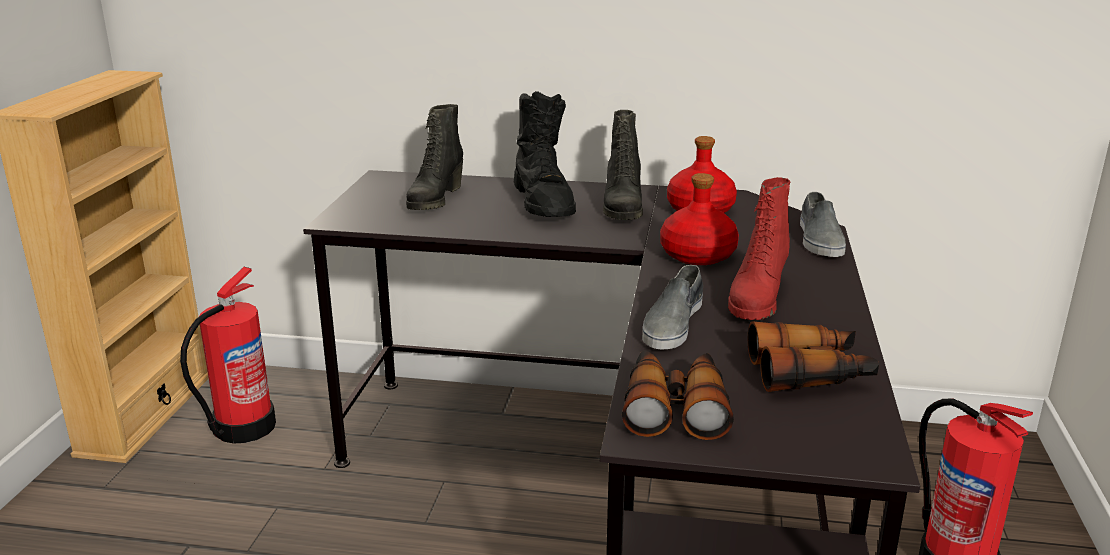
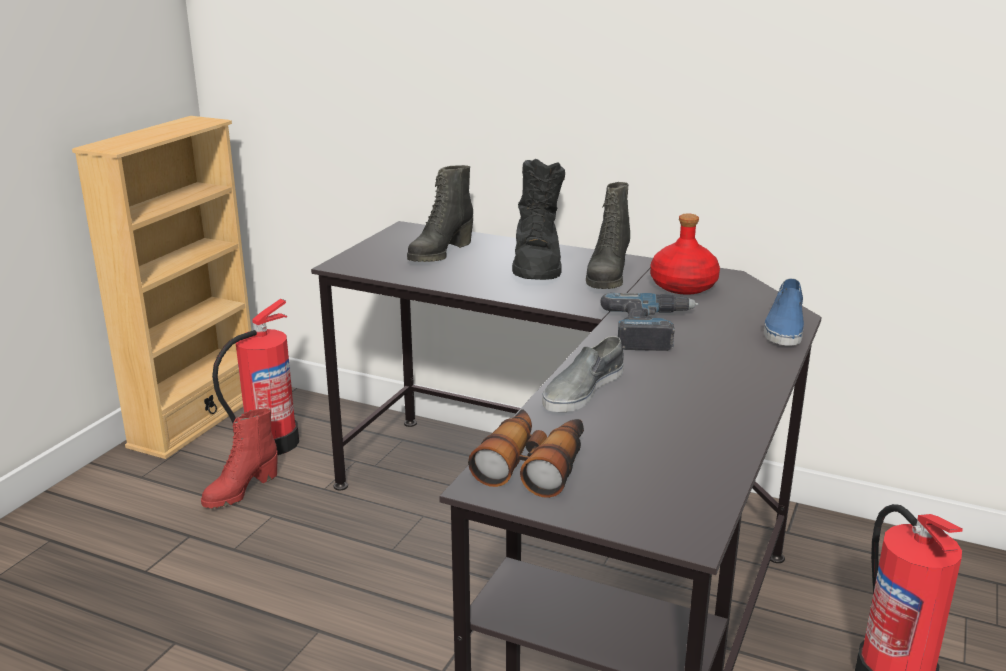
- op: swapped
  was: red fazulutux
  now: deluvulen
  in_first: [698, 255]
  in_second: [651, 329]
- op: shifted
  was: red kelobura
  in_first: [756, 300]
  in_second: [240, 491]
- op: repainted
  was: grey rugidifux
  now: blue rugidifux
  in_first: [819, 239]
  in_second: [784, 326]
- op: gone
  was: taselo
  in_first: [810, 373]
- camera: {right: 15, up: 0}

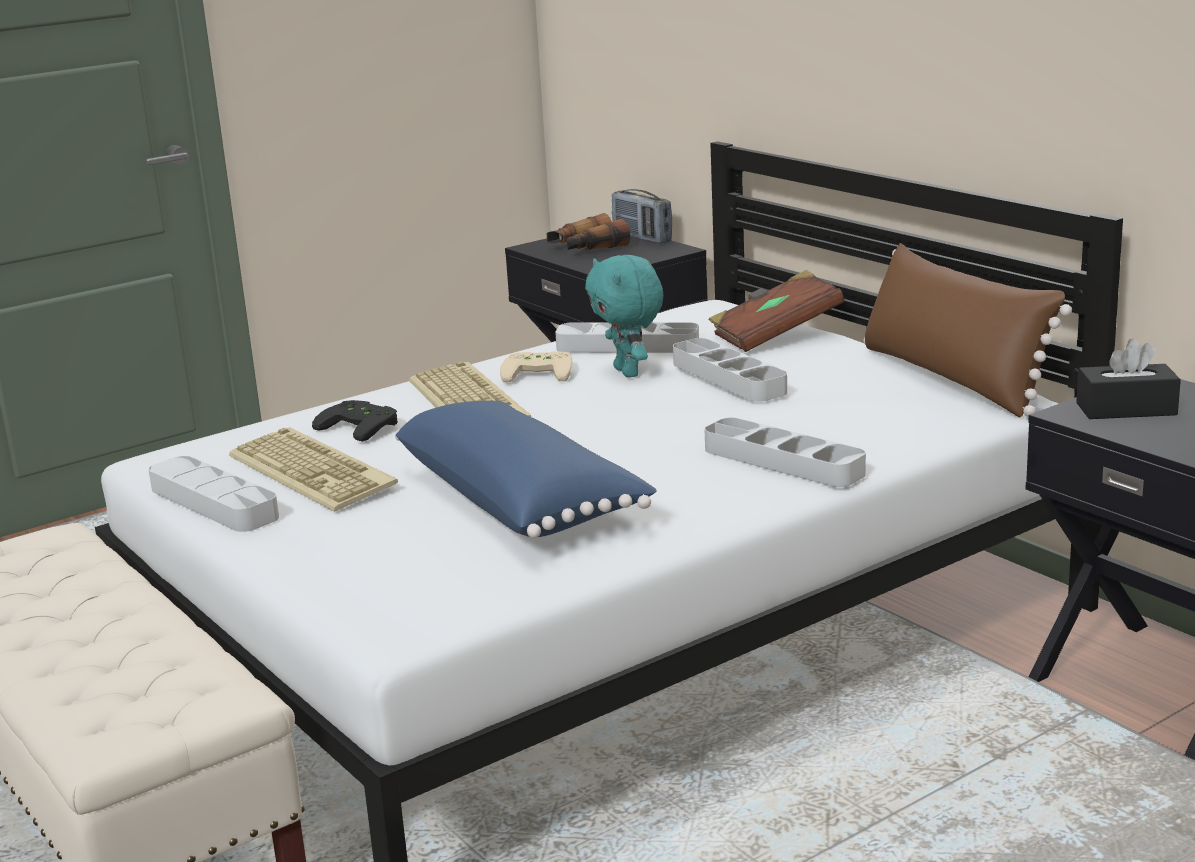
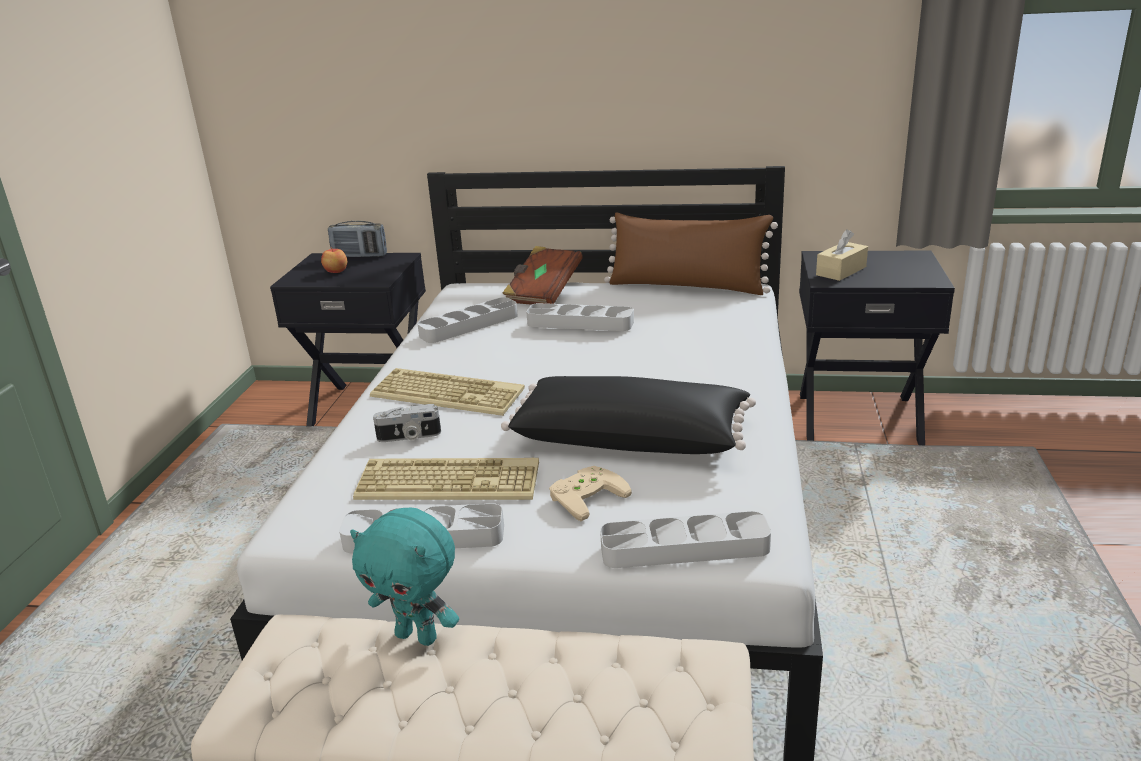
- op: swapped
  was: taselo
  now: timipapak
  in_first: [586, 248]
  in_second: [336, 271]
- op: shifted
  was: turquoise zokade
  in_first: [629, 372]
  in_second: [418, 636]
- op: repainted
  was: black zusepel
  now: beige zusepel
  in_first: [1126, 409]
  in_second: [841, 271]
- op: shifted
  was: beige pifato
  in_first: [539, 372]
  in_second: [585, 495]
- op: swapped
  was: black pifato
  now: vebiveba
  in_first: [362, 425]
  in_second: [409, 437]
- op: repainted
  was: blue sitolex
  now: black sitolex
  in_first: [521, 501]
  in_second: [631, 438]
- op: shifted
  was: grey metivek
  in_first: [783, 461]
  in_second: [684, 548]
- camera: {right: -45, up: 5}

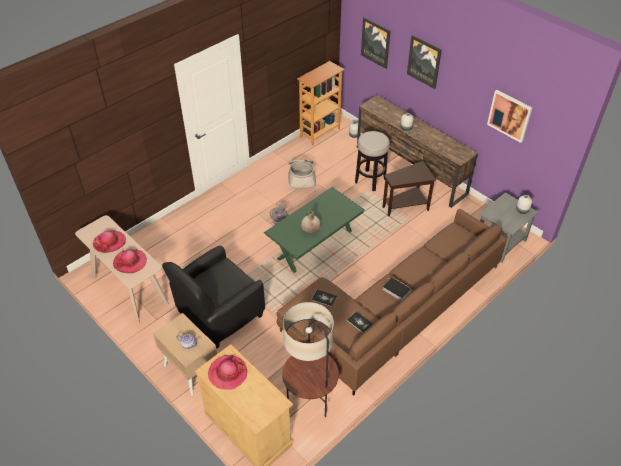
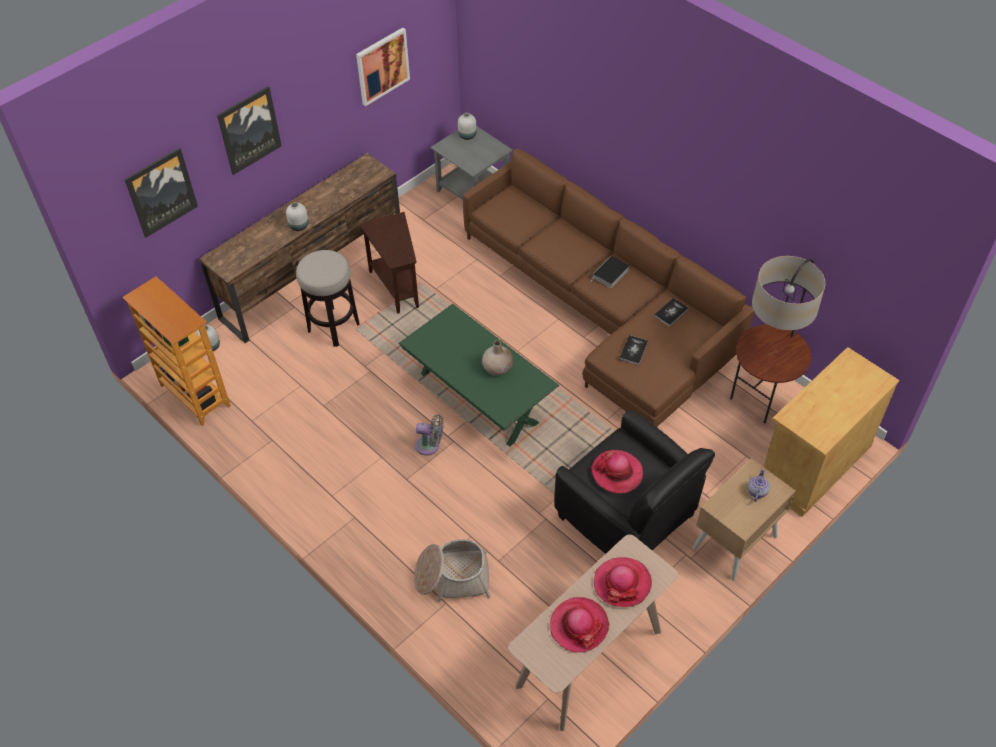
- op: shifted
  was: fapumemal
  in_first: [302, 178]
  in_second: [452, 577]
- op: shifted
  was: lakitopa
  in_first: [227, 373]
  in_second: [617, 473]
- camera: {right: -90, up: 5}

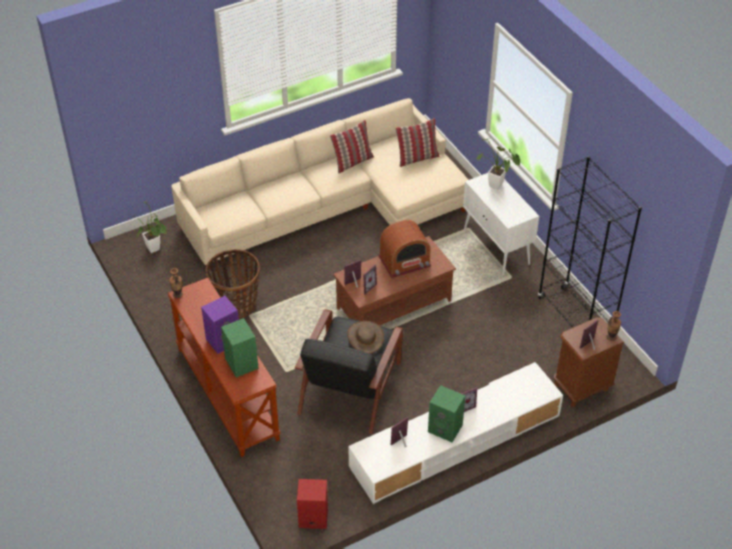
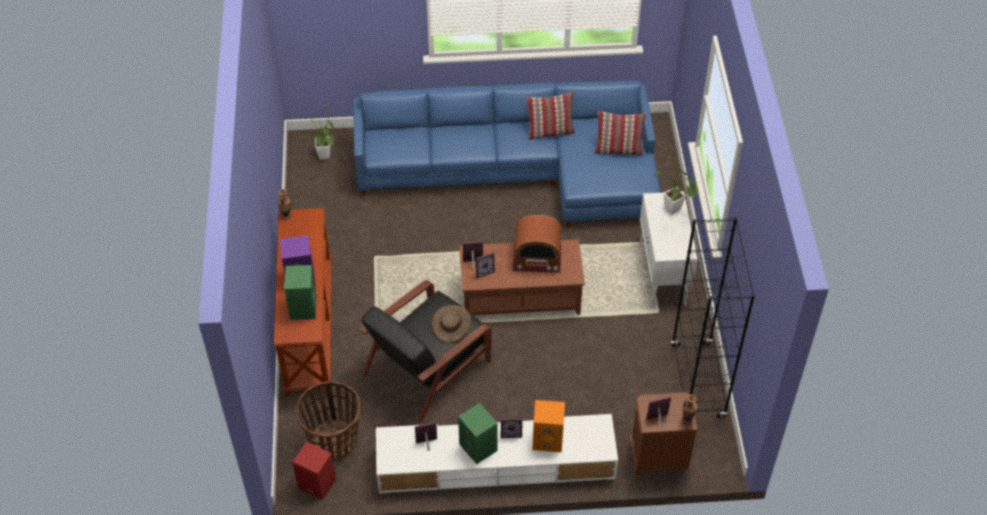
- op: repainted
  was: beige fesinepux
  now: blue fesinepux
  in_first: [331, 205]
  in_second: [520, 169]
- op: shifted
  was: fapumemal
  in_first: [236, 304]
  in_second: [333, 441]
- op: new
  now: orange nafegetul
  in_second: [548, 439]
- camera: {right: 25, up: 5}

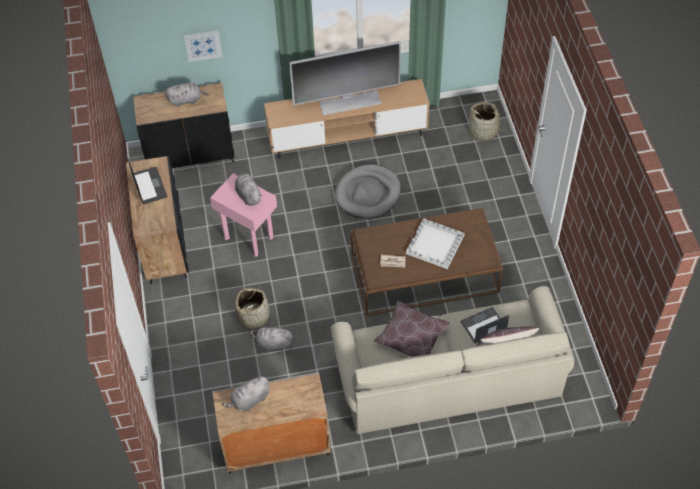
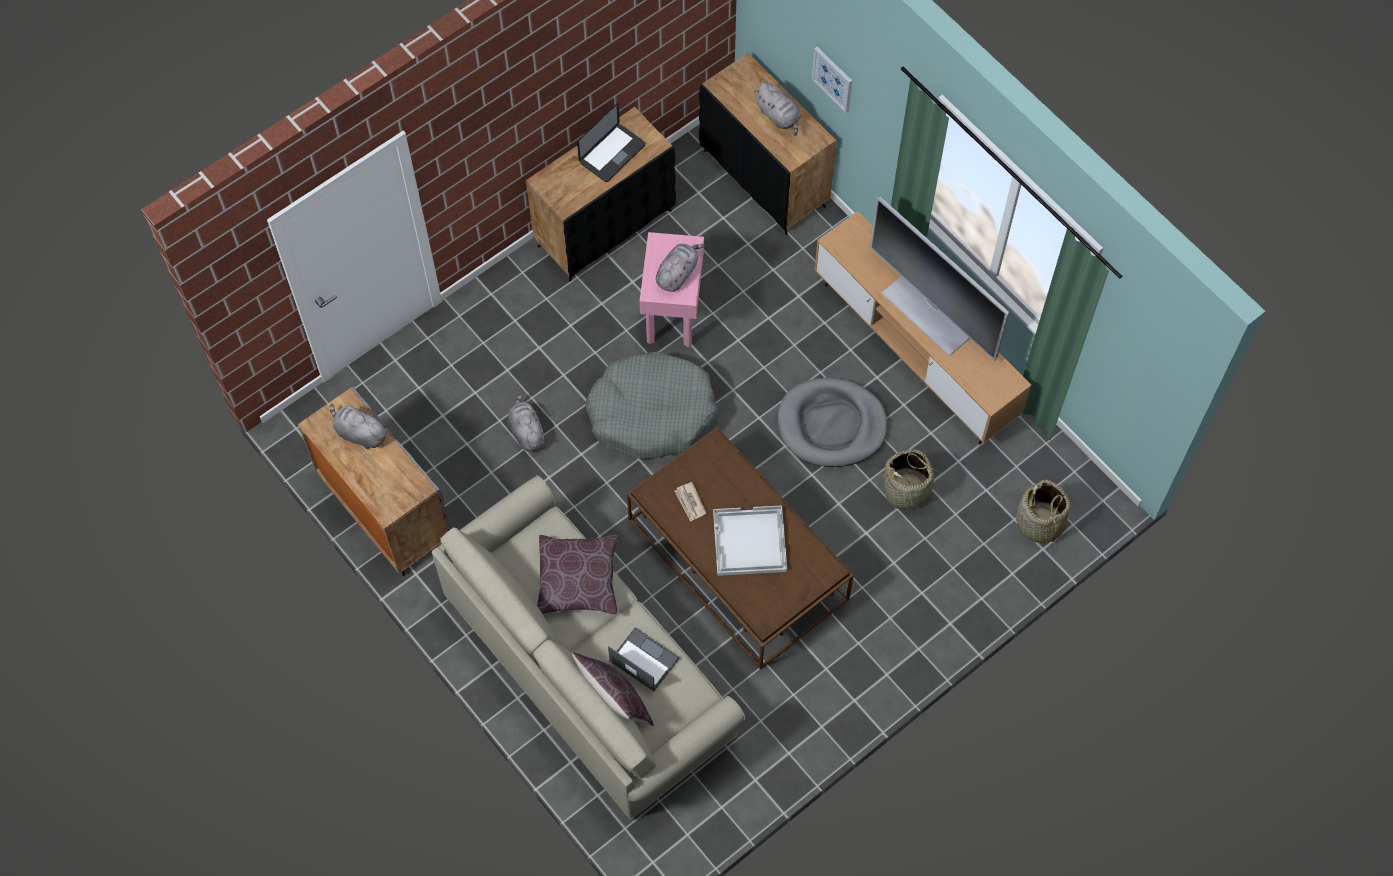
- op: shifted
  was: fapumemal
  in_first: [254, 317]
  in_second: [907, 490]
- op: new
  now: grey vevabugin
  in_second: [652, 414]
- camera: {right: 60, up: 10}

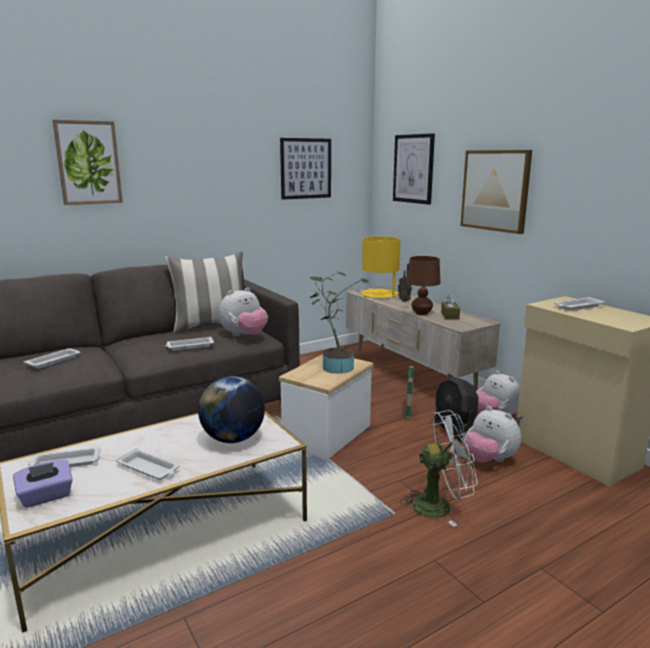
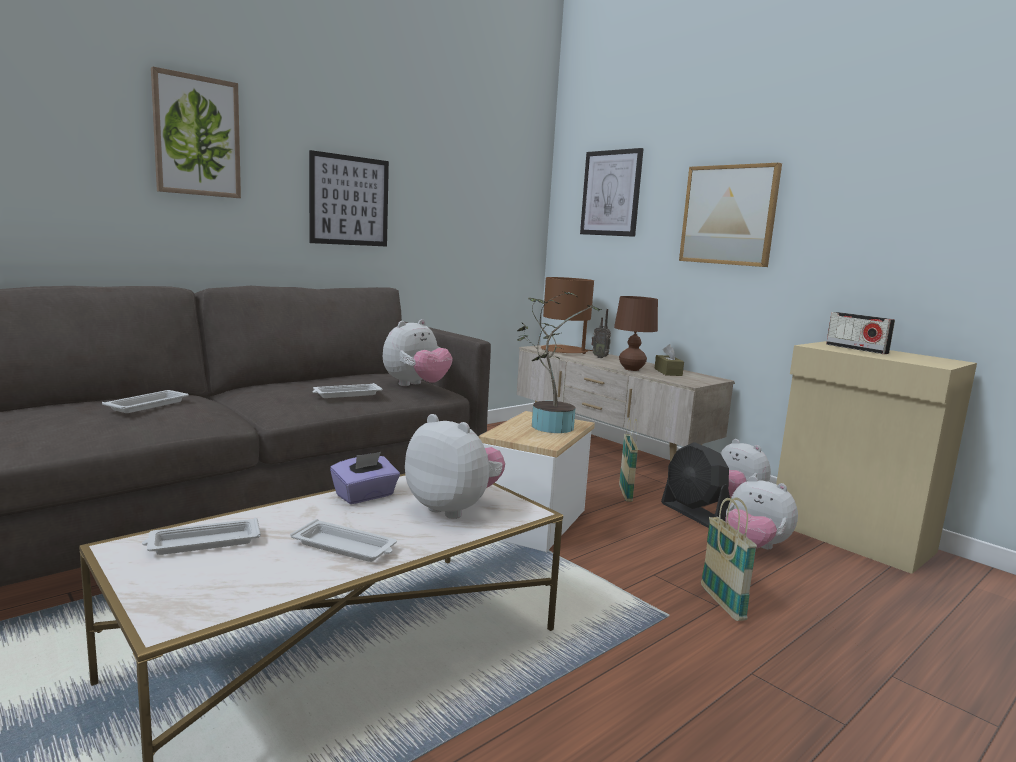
- op: shifted
  was: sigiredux
  in_first: [306, 168]
  in_second: [349, 201]
- op: repainted
  was: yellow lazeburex
  now: brown lazeburex
  in_first: [379, 295]
  in_second: [564, 351]
- op: gone
  was: sitolex
  in_first: [211, 326]
- op: swapped
  was: white metivek
  now: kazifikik
  in_first: [577, 307]
  in_second: [856, 349]
- op: swapped
  was: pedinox
  now: zokade
  in_first: [233, 439]
  in_second: [454, 508]
- op: swapped
  was: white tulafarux
  now: fapumemal
  in_first: [440, 505]
  in_second: [722, 603]
- op: shifted
  was: purple zusepel
  in_first: [46, 497]
  in_second: [365, 496]
- camera: {right: -10, up: -5}

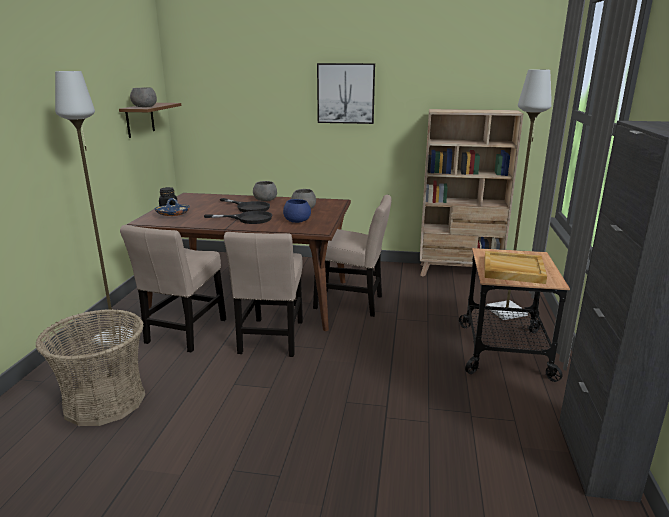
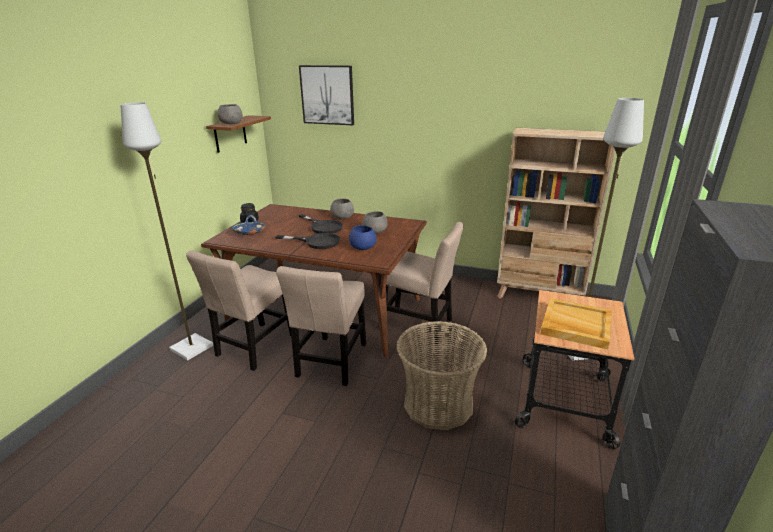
- op: shifted
  was: sigiredux
  in_first: [346, 93]
  in_second: [327, 95]
- op: shifted
  was: fapumemal
  in_first: [104, 401]
  in_second: [438, 404]
- camera: {right: 10, up: 5}

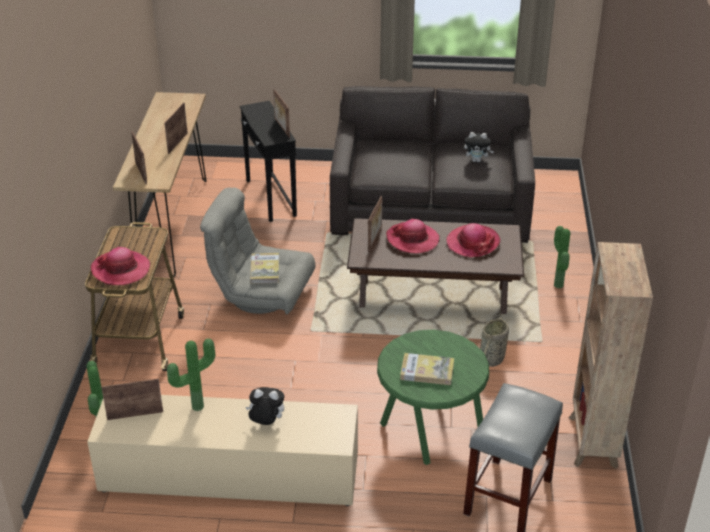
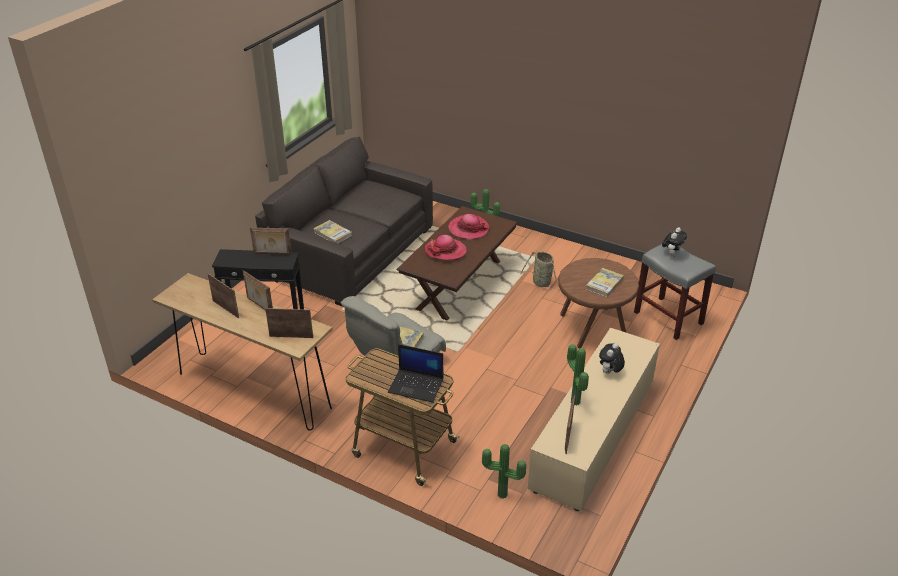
- op: shifted
  was: zokade
  in_first: [477, 160]
  in_second: [672, 254]
- op: shifted
  was: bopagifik
  in_first: [375, 238]
  in_second: [226, 309]
- op: gone
  was: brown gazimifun
  in_first: [592, 443]
- op: swapped
  was: lakitopa
  now: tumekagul
  in_first: [121, 270]
  in_second: [417, 385]
- op: repainted
  was: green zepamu
  now: brown zepamu
  in_first: [429, 428]
  in_second: [593, 329]
- op: new
  now: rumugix
  in_second: [332, 234]
- camera: {right: -65, up: 0}

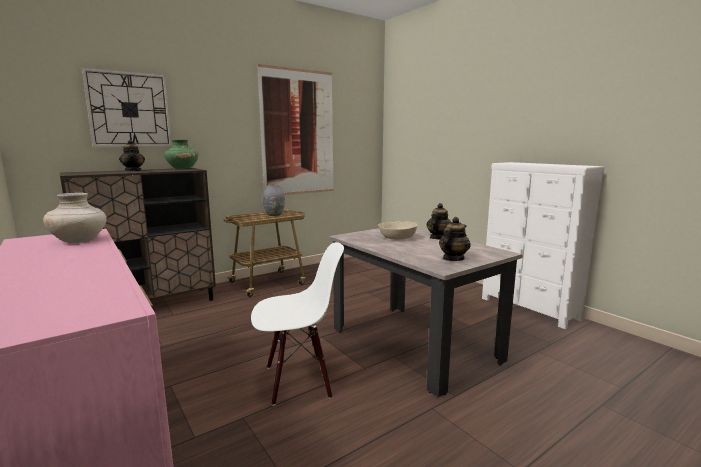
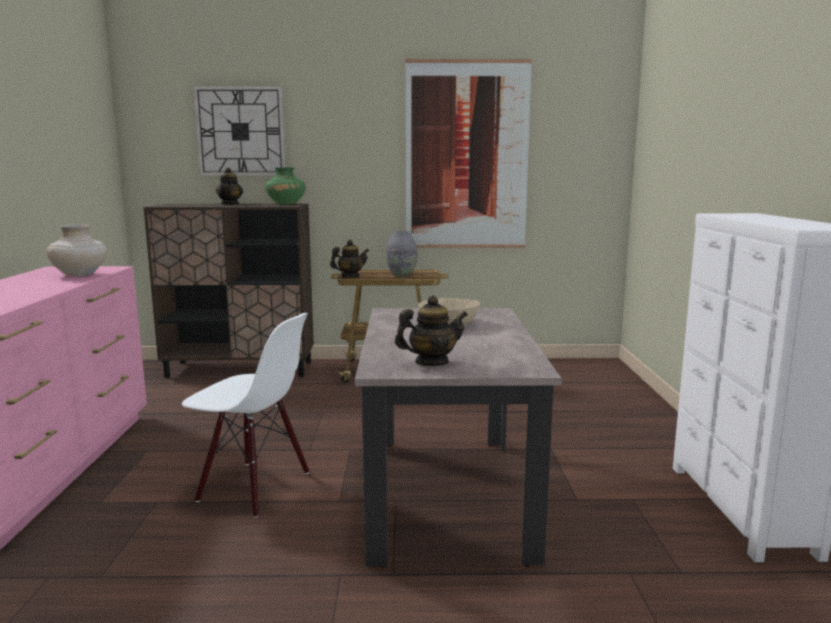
- op: shifted
  was: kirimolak
  in_first: [438, 238]
  in_second: [350, 276]
- camera: {right: 35, up: 0}

